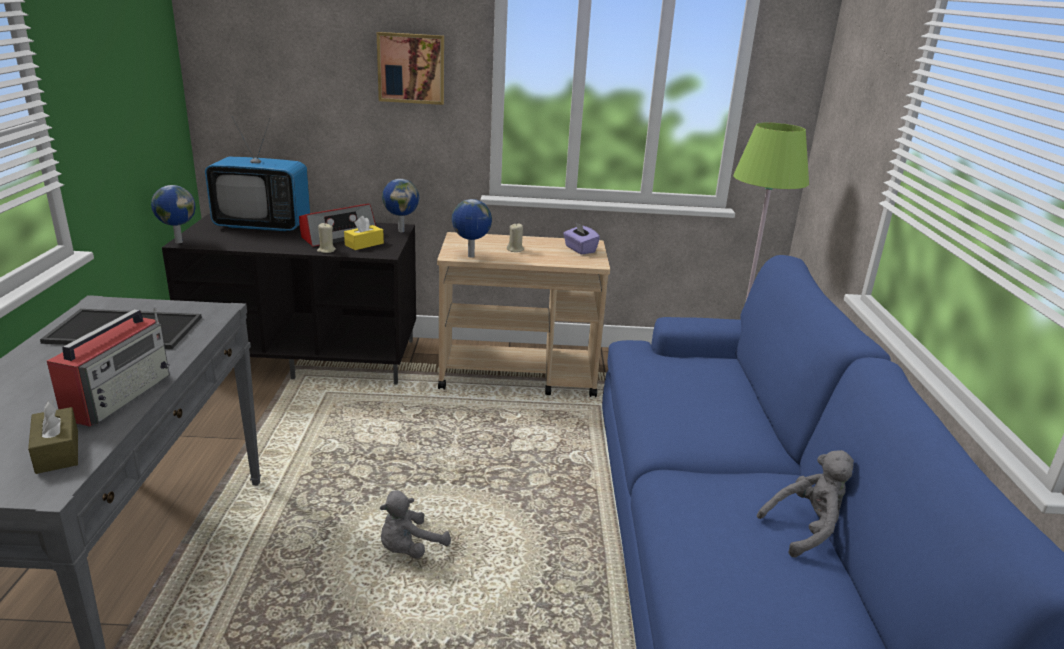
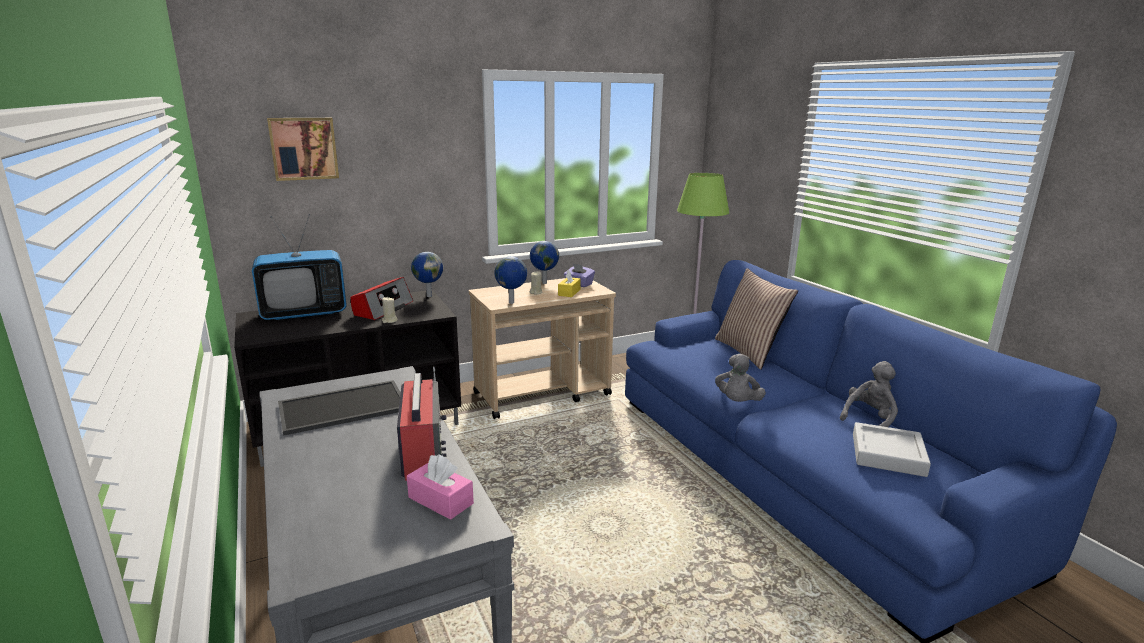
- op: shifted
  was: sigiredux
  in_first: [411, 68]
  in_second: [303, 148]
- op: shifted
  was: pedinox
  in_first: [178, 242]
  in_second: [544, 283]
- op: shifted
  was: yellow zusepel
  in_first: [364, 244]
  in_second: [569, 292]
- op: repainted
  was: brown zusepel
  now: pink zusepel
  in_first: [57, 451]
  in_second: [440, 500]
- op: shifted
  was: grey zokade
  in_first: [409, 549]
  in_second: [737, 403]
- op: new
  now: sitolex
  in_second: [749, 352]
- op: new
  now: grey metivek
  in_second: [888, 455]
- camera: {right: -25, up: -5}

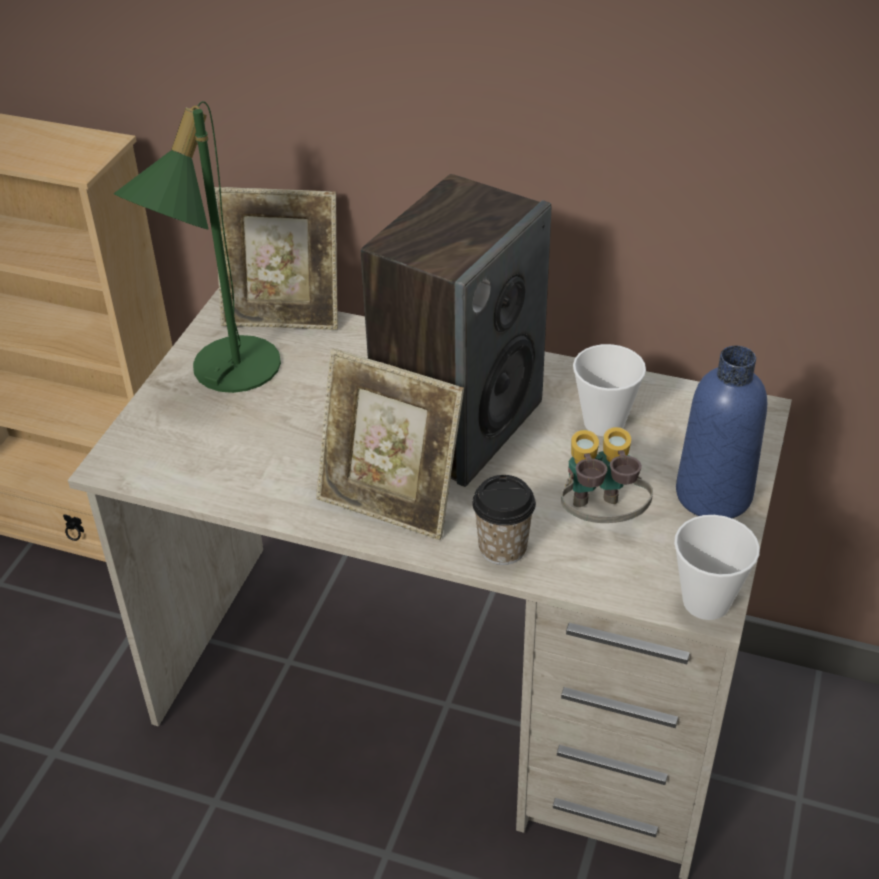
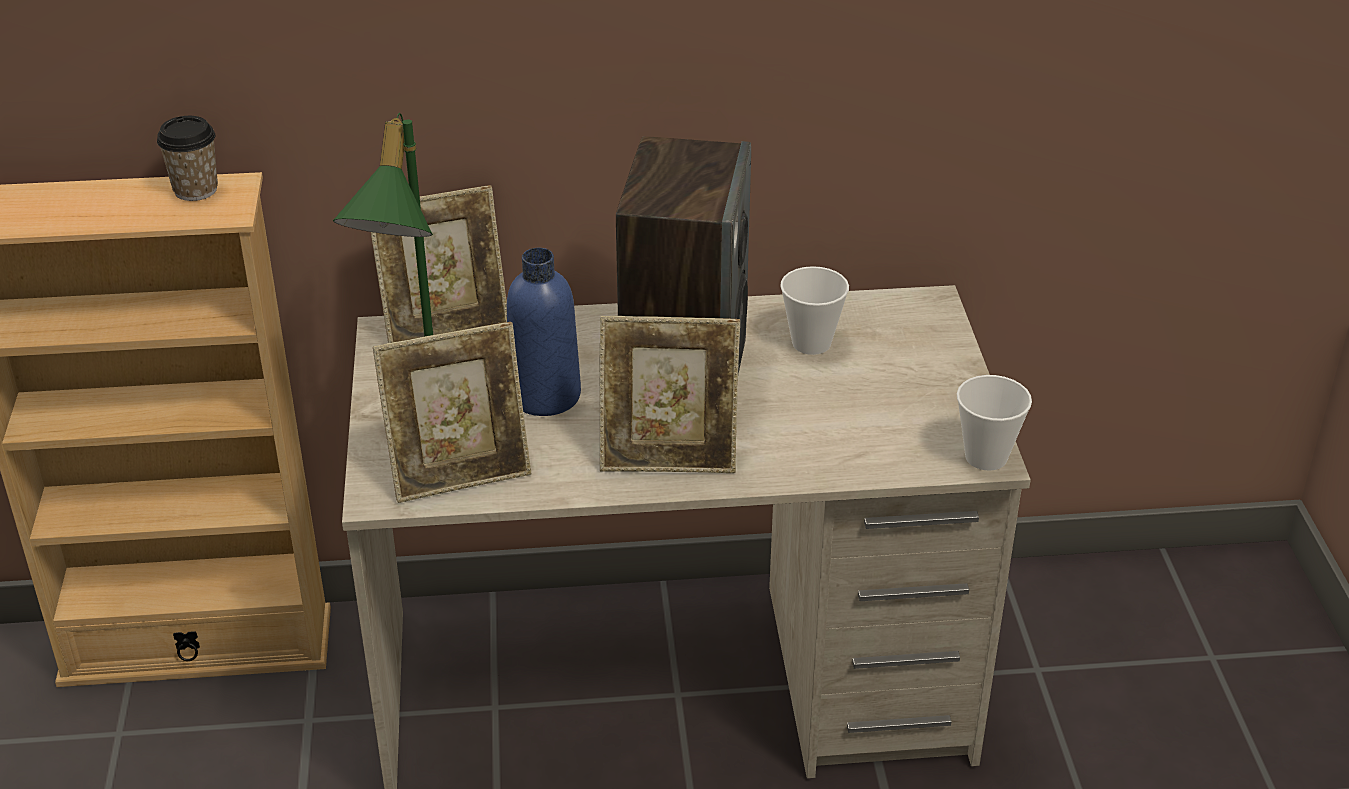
- op: shifted
  was: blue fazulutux
  in_first: [713, 494]
  in_second: [545, 395]
- op: gone
  was: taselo
  in_first: [600, 519]
- op: shifted
  was: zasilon
  in_first: [502, 548]
  in_second: [195, 190]
- op: new
  now: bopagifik
  in_second: [459, 473]
- camera: {right: -25, up: -5}

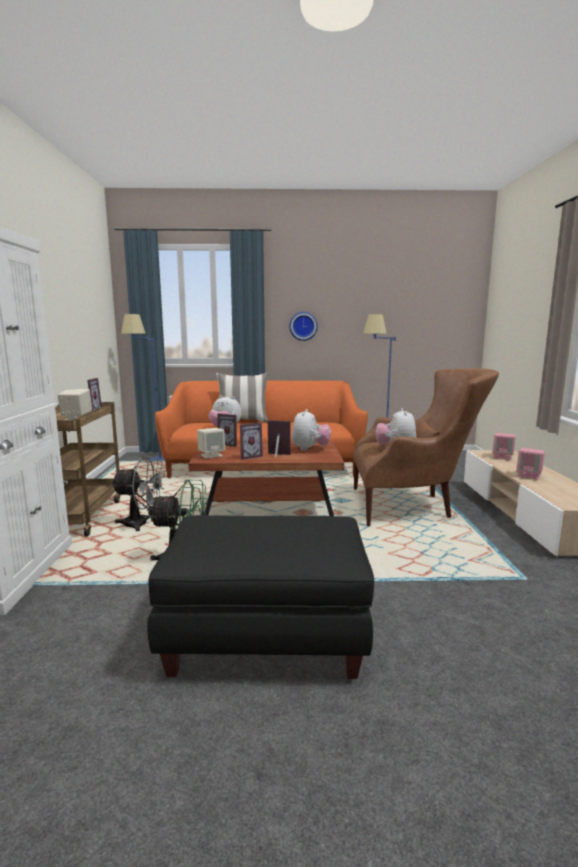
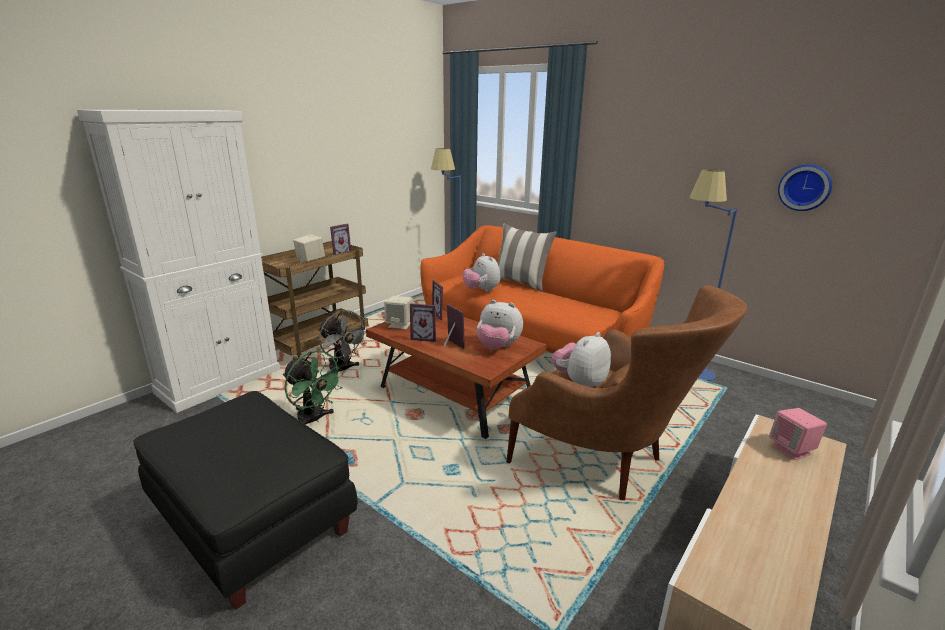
- op: shifted
  was: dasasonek
  in_first: [303, 326]
  in_second: [804, 187]
- op: rotated
  was: zokade
  in_first: [310, 449]
  in_second: [498, 347]
  clockwise: 60
- op: gone
  was: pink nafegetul
  in_first: [529, 475]
- camera: {right: 40, up: 10}

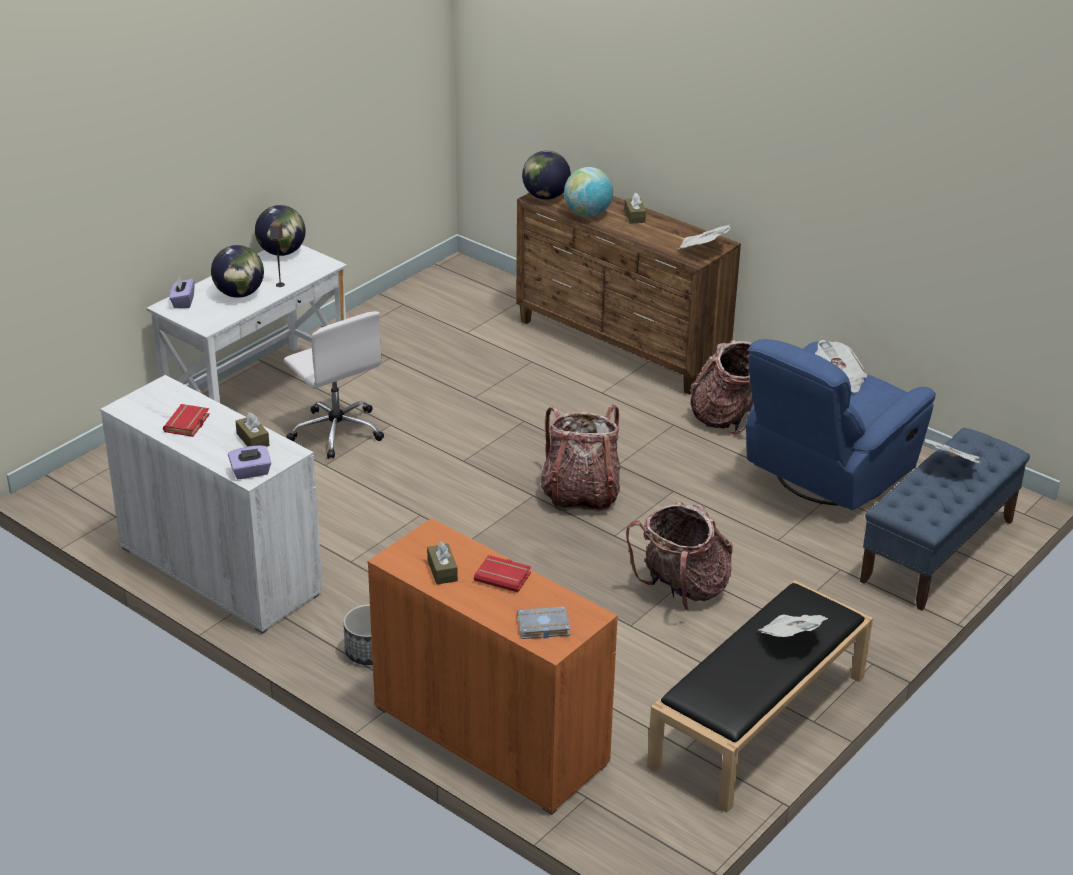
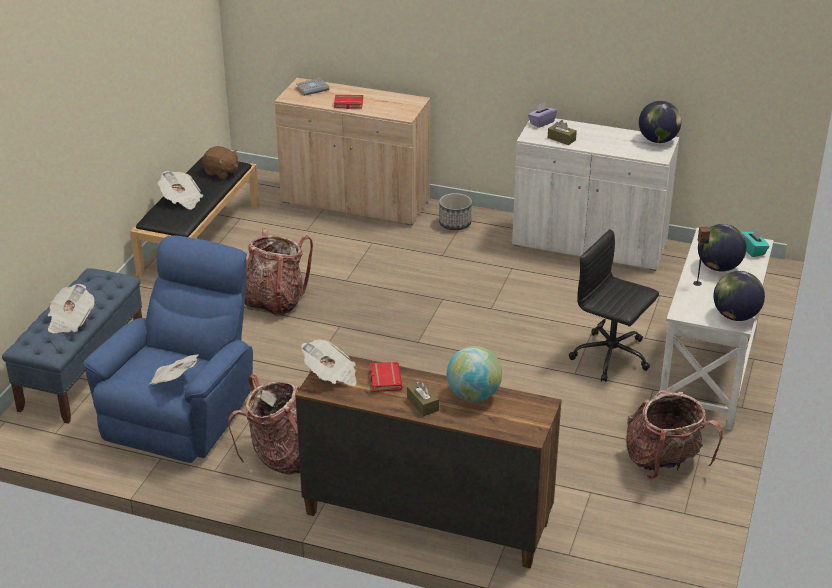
- op: shifted
  was: pedinox
  in_first: [545, 196]
  in_second: [658, 140]
- op: repainted
  was: purple zusepel
  now: turquoise zusepel
  in_first: [183, 302]
  in_second: [752, 250]
- op: repainted
  was: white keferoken
  now: black keferoken
  in_first: [336, 431]
  in_second: [612, 357]
- op: shifted
  was: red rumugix
  in_first: [188, 424]
  in_second: [384, 379]
- op: shifted
  was: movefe
  in_first: [580, 494]
  in_second: [664, 463]
- op: repainted
  was: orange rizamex
  now: beige rizamex
  in_first: [490, 735]
  in_second: [355, 202]
- op: gone
  was: brown zusepel
  in_first: [442, 570]
- op: new
  now: brown zokade
  in_second: [221, 172]
- camera: {right: 160, up: 0}

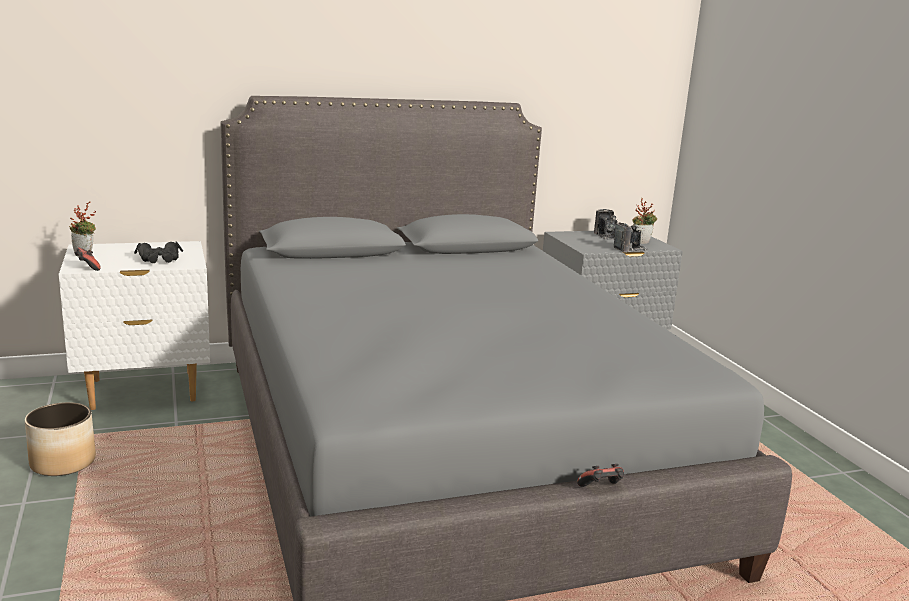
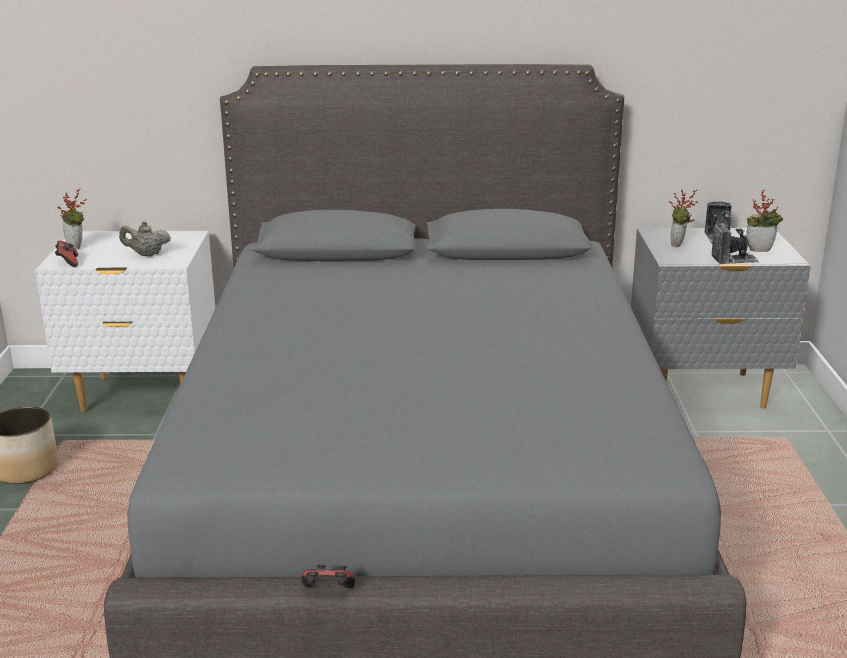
- op: swapped
  was: black taselo
  now: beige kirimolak
  in_first: [159, 259]
  in_second: [146, 254]
- op: shifted
  was: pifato
  in_first: [601, 489]
  in_second: [328, 593]
- op: new
  now: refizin
  in_second: [679, 245]
- camera: {right: 20, up: 5}

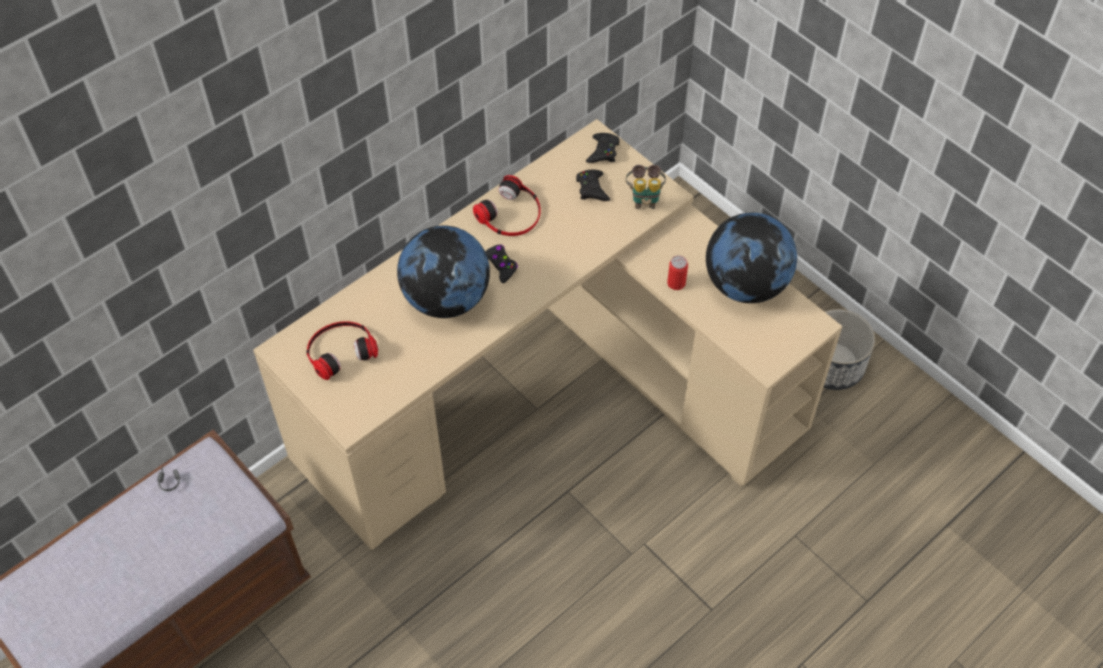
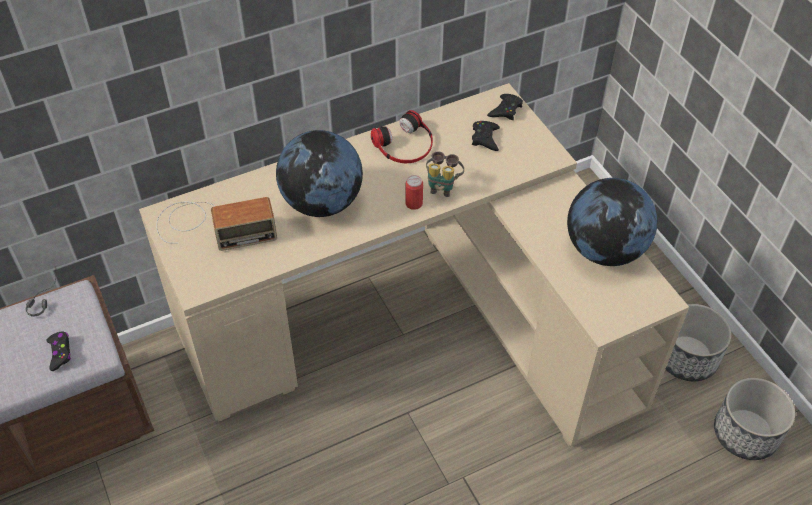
- op: shifted
  was: taselo
  in_first: [644, 198]
  in_second: [442, 186]
- op: shifted
  was: black pifato
  in_first: [500, 266]
  in_second: [60, 353]
- op: shifted
  was: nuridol
  in_first: [676, 283]
  in_second: [414, 203]
- op: swapped
  was: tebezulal
  now: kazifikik
  in_first: [340, 350]
  in_second: [212, 226]
- op: new
  now: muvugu
  in_second: [746, 433]
- camera: {right: 15, up: -5}

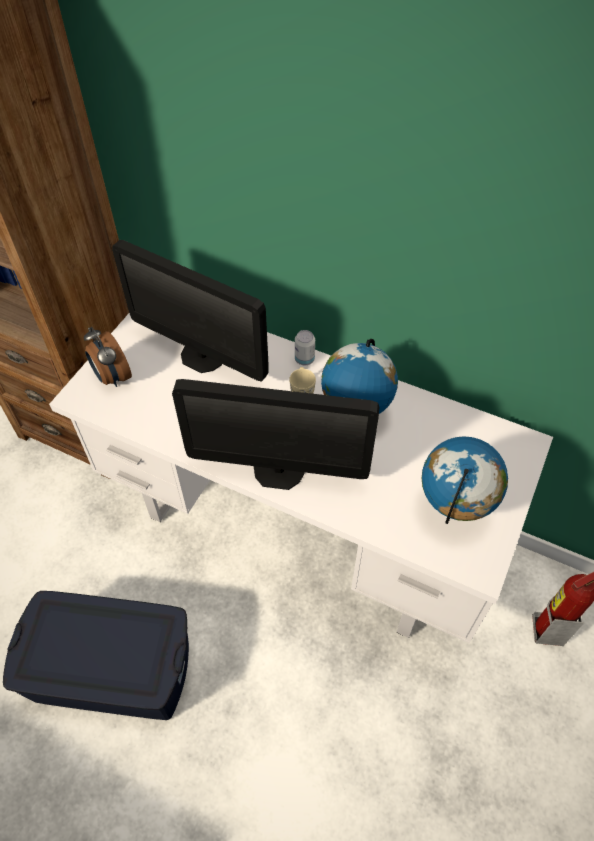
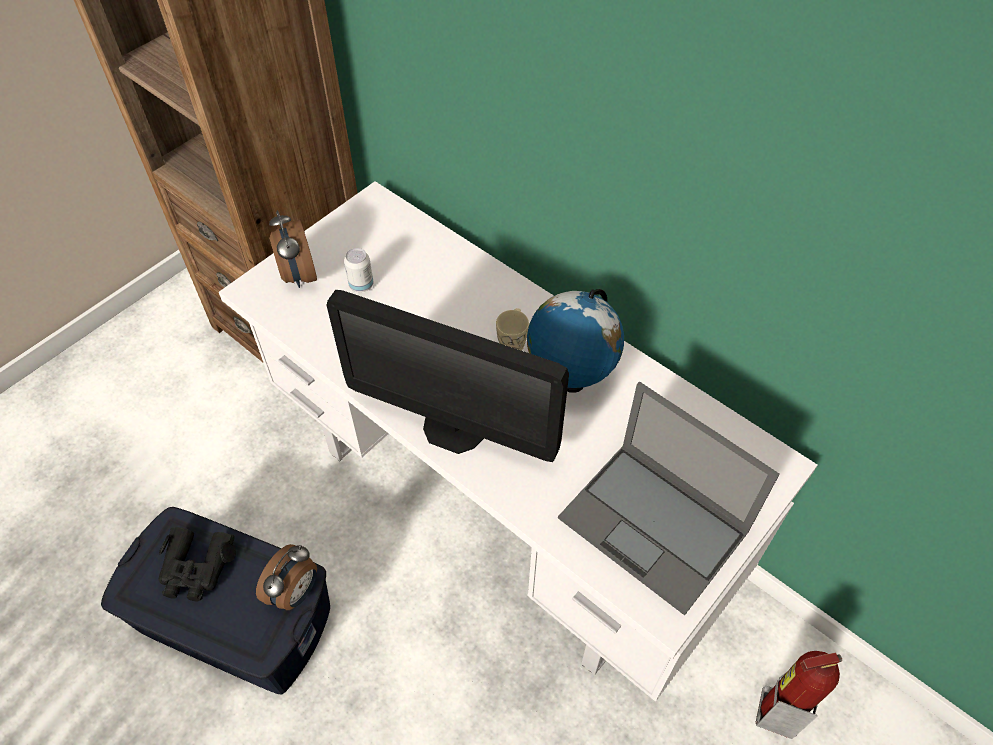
- op: gone
  was: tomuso
  in_first: [202, 356]
- op: shifted
  was: nuridol
  in_first: [304, 359]
  in_second: [361, 285]
- op: swapped
  was: pedinox
  now: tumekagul
  in_first: [453, 509]
  in_second: [655, 526]
- op: new
  now: black taselo
  in_second: [196, 568]
- op: new
  now: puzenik
  in_second: [295, 592]
- camera: {right: 15, up: 0}

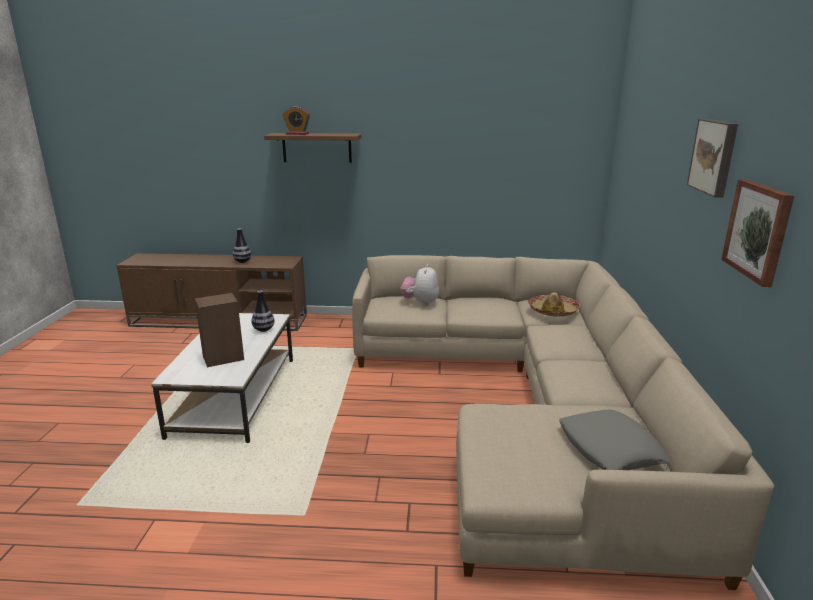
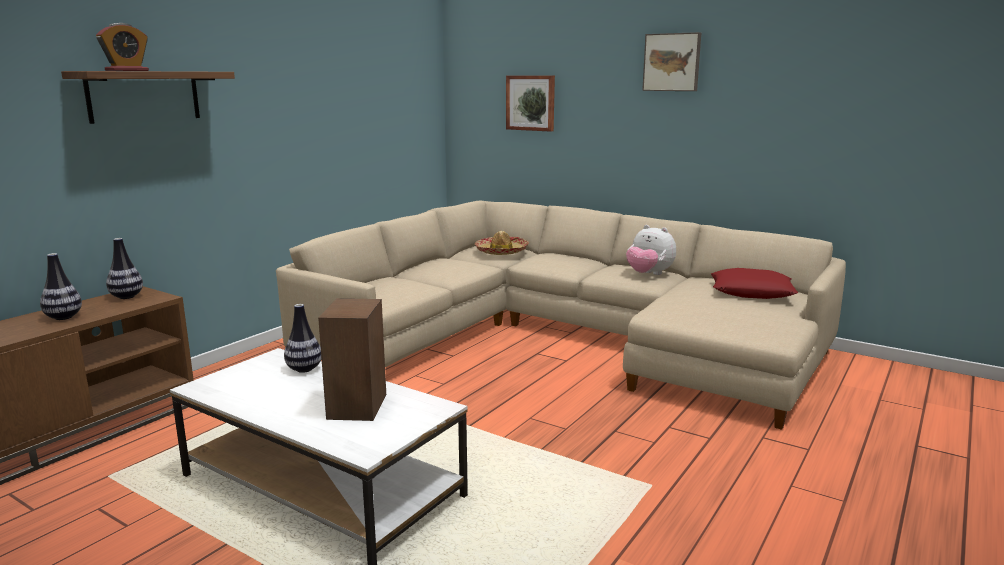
- op: shifted
  was: sigiredux
  in_first: [758, 230]
  in_second: [531, 103]
- op: shifted
  was: zokade
  in_first: [420, 303]
  in_second: [649, 274]
- op: repainted
  was: grey sitolex
  now: red sitolex
  in_first: [610, 448]
  in_second: [752, 292]
- op: new
  now: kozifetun
  in_second: [126, 297]
- camera: {right: -60, up: -5}

